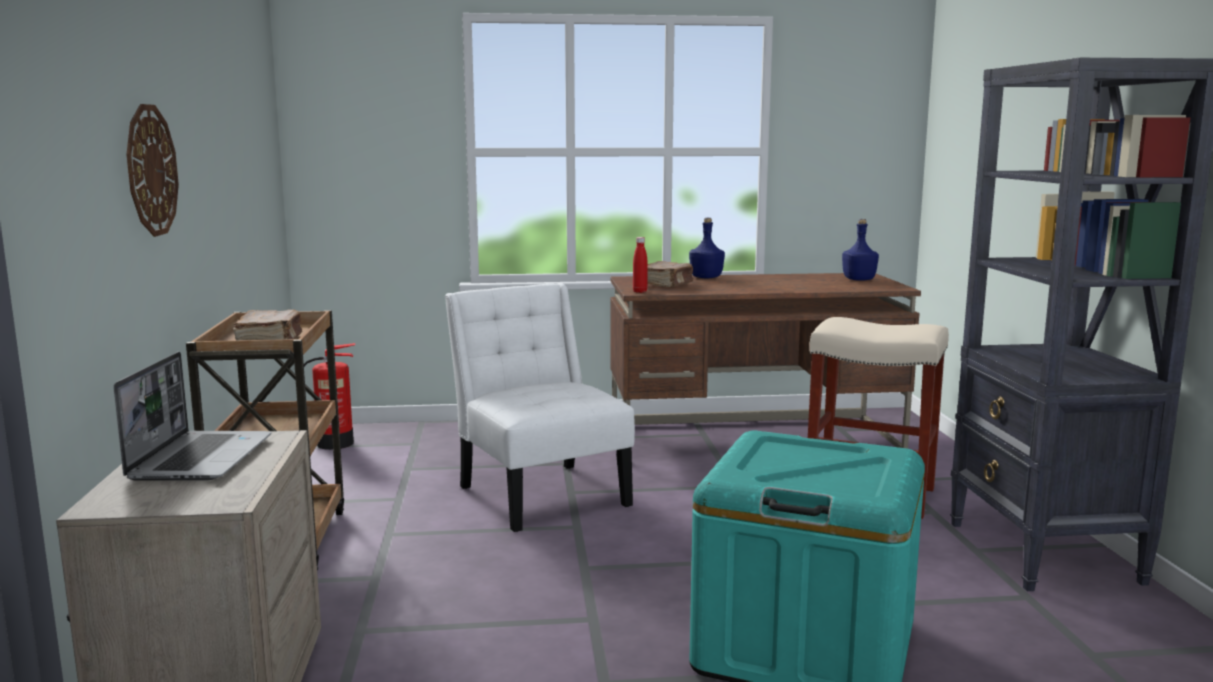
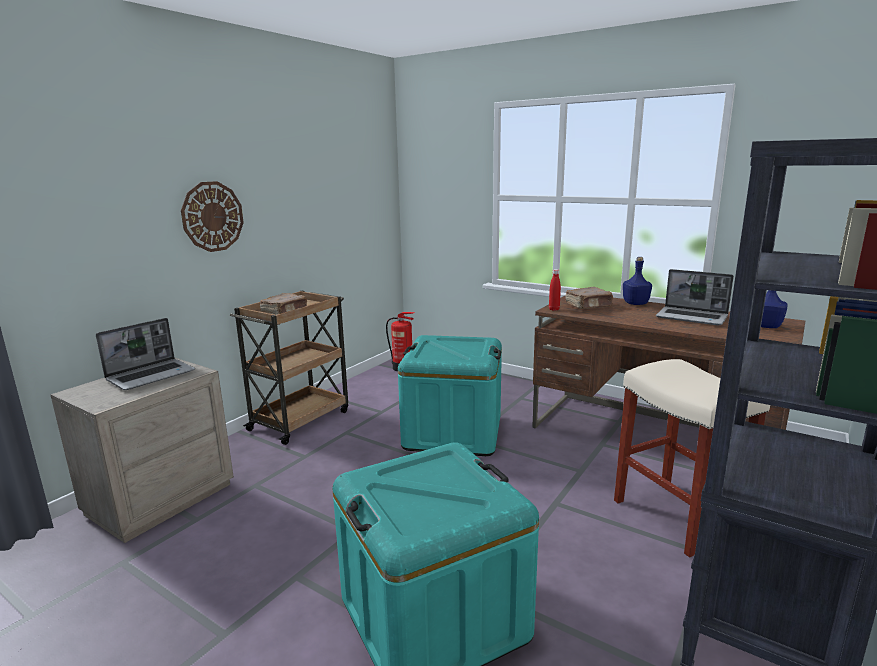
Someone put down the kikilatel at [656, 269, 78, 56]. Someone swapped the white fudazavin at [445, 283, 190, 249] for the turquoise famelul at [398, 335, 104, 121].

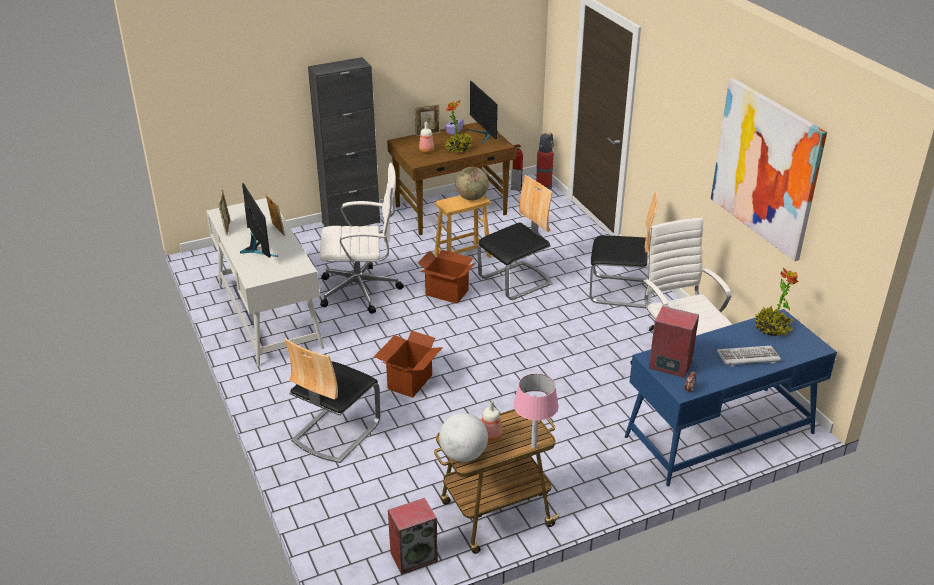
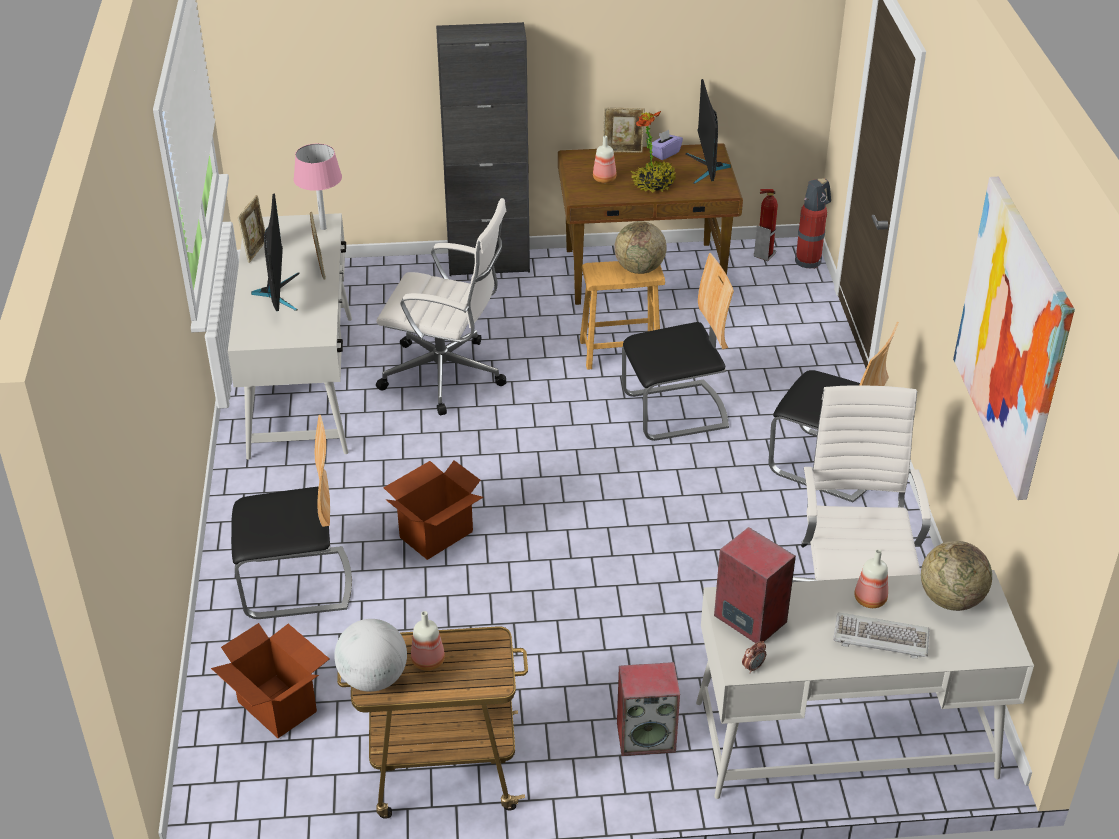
Someone put down the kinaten at [854, 549, 34, 59]. Someone carried the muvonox from [388, 498, 50, 77] to [617, 662, 63, 94]. Someone carried the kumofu from [418, 250, 57, 54] to [211, 623, 118, 115]. Someone carried the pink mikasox from [513, 374, 46, 74] to [293, 144, 49, 86]. Someone swapped the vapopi at [755, 268, 44, 68] for the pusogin at [921, 541, 71, 70]. Someone repainted the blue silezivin at [625, 309, 212, 177], which became the white silezivin at [696, 570, 338, 229]. Someone rotated the fudazavin at [285, 338, 95, 125] by 150 degrees counterclockwise.

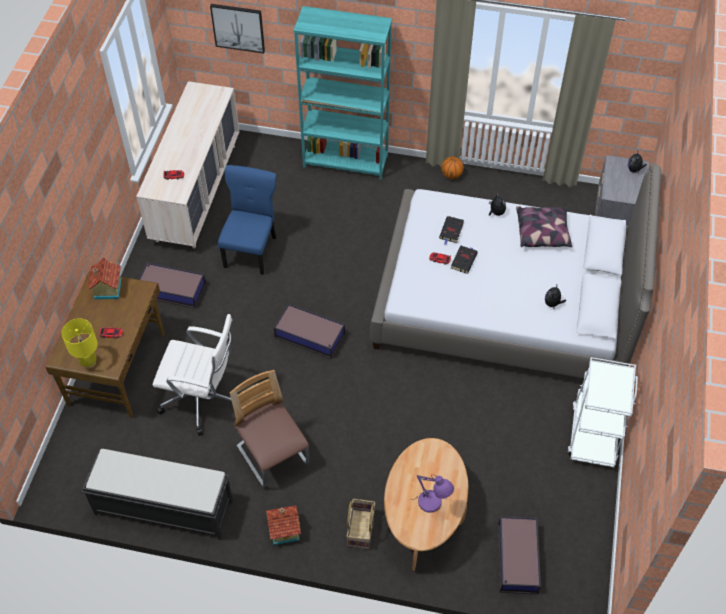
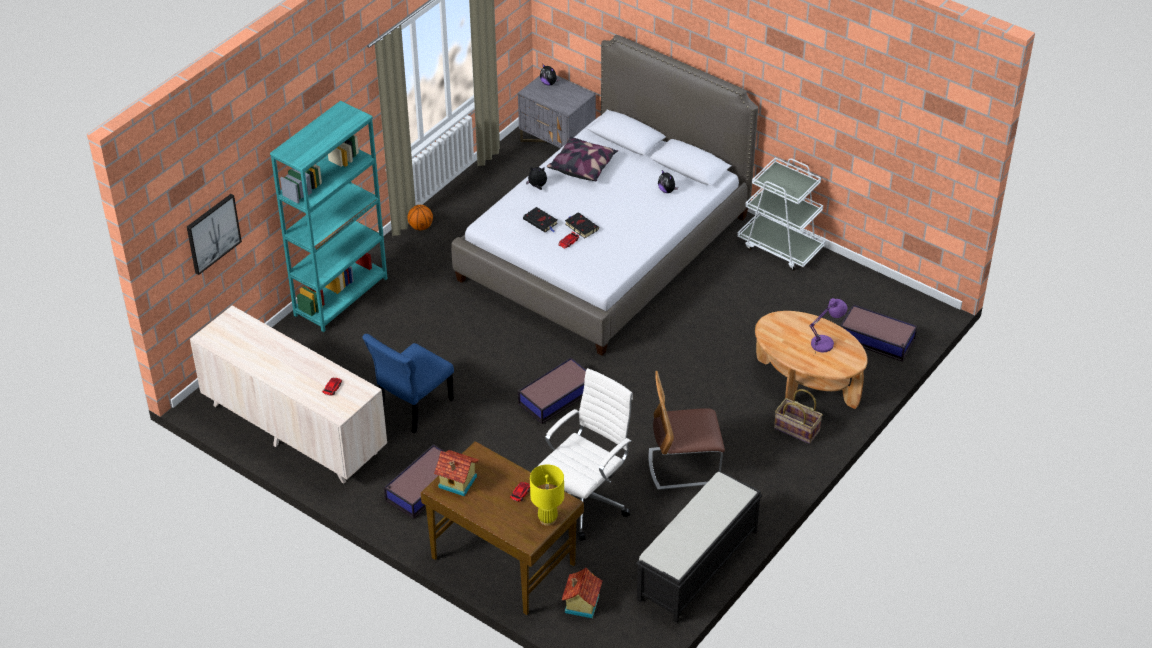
Someone carried the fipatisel from [266, 505, 35, 40] to [562, 568, 41, 50]. Someone rotated the blue fudazavin at [218, 165, 58, 110] by 90 degrees counterclockwise.

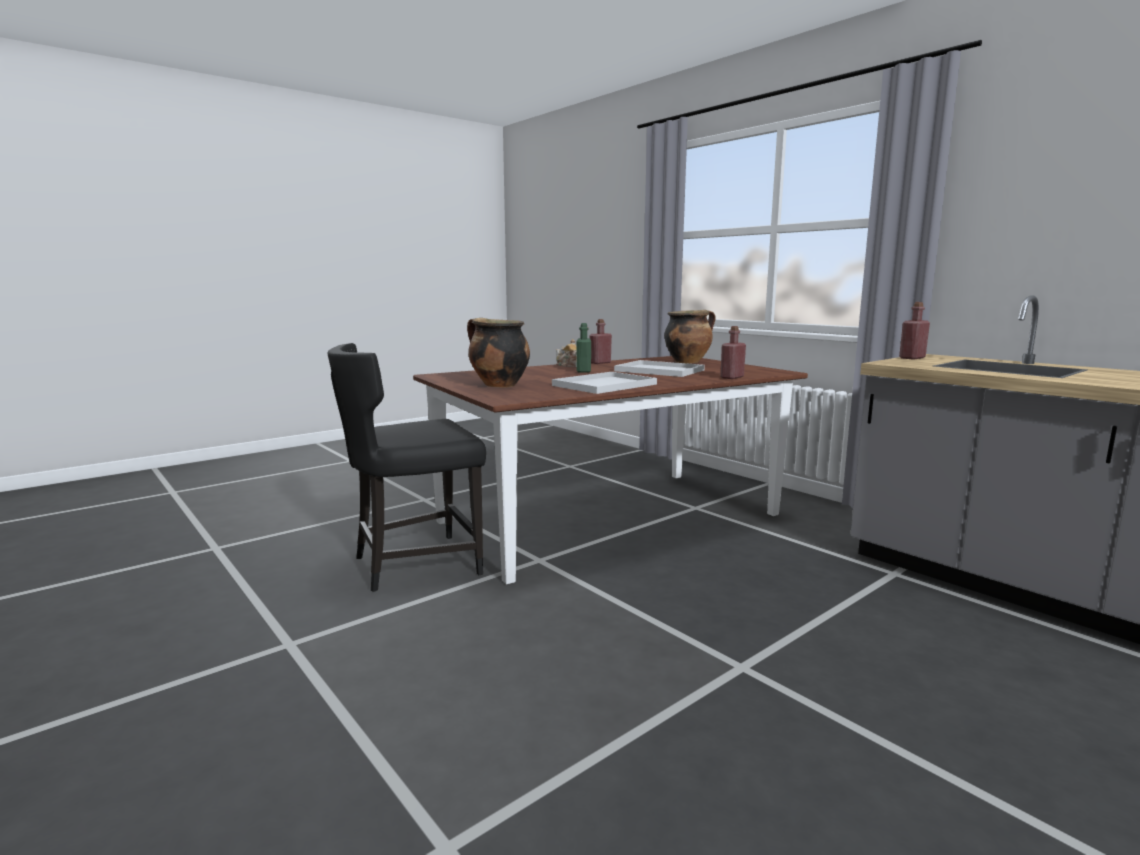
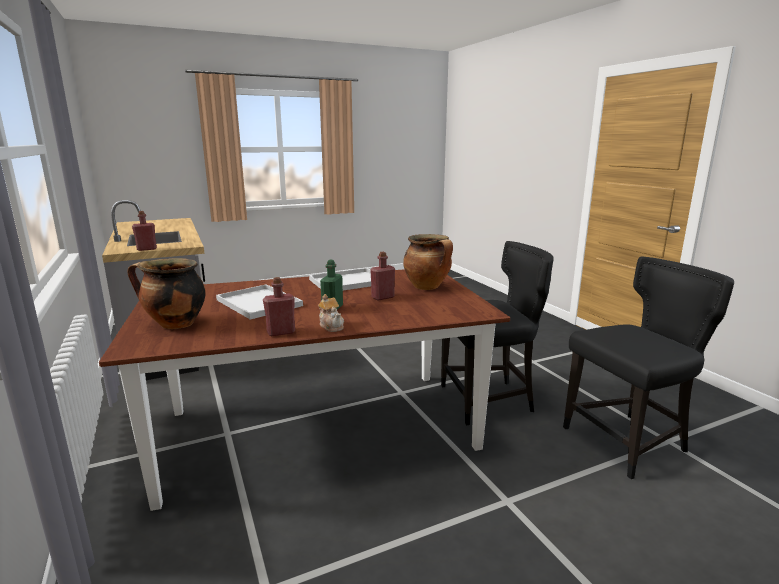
Someone put down the black fudazavin at [563, 256, 171, 223]. Someone carried the red kinaten from [720, 326, 26, 53] to [370, 252, 25, 48].

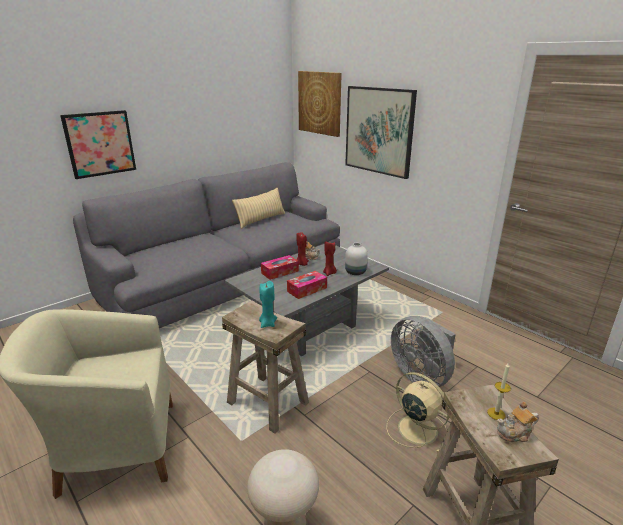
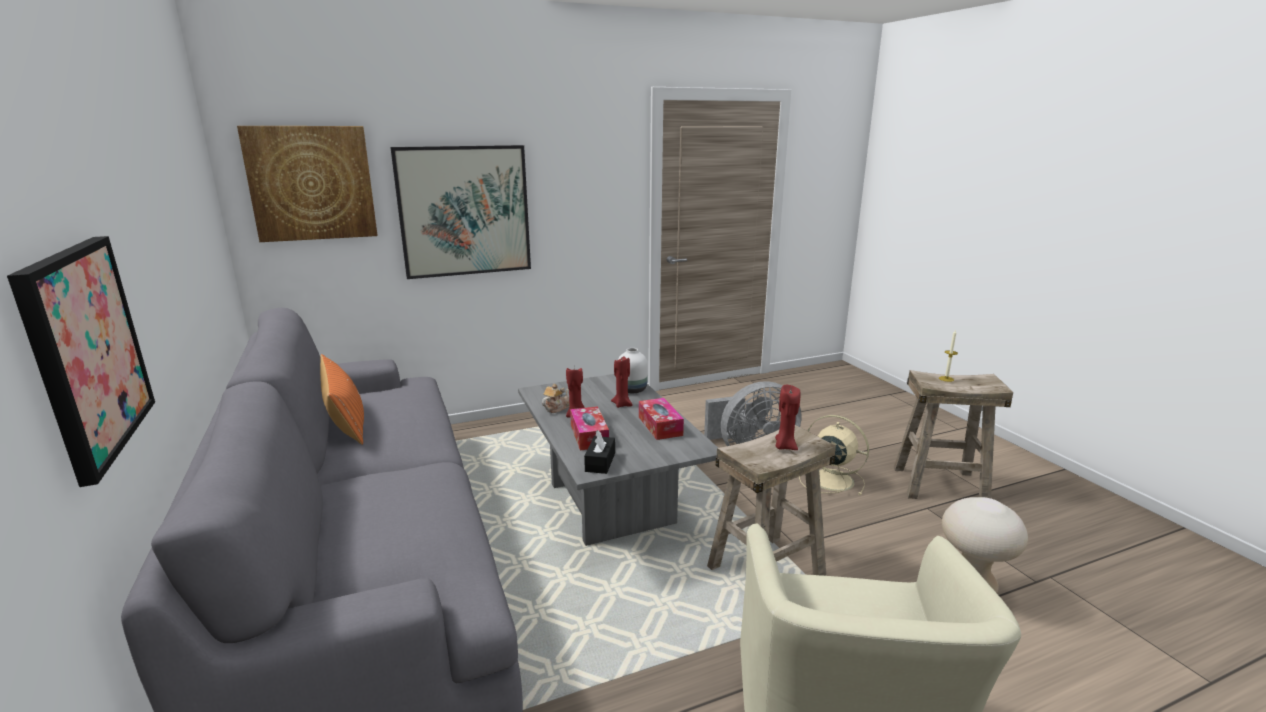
Someone took away the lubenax at [497, 402, 42, 40]. Someone put down the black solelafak at [584, 430, 31, 44]. Someone repainted the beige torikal at [232, 188, 53, 41], which became the orange torikal at [320, 354, 44, 91]. Someone repainted the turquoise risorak at [259, 281, 18, 47], which became the red risorak at [775, 385, 26, 65]. Someone rotated the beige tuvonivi at [386, 372, 63, 81] by 60 degrees clockwise.

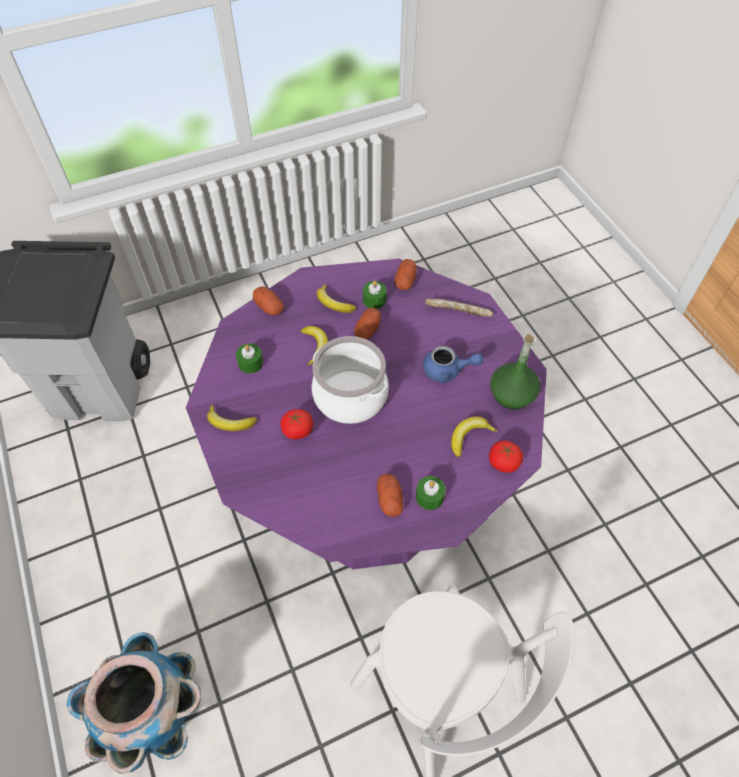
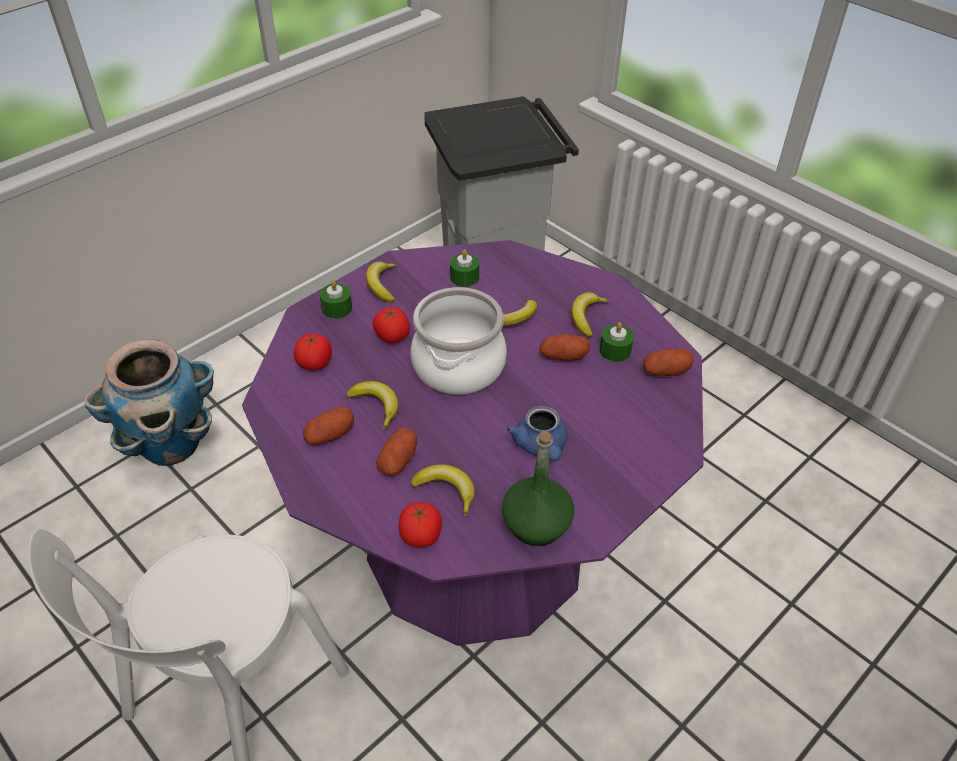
Someone took away the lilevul at [425, 299, 68, 18]. Someone put down the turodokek at [294, 334, 38, 37]. Someone put down the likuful at [346, 381, 53, 49]. Someone carried the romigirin from [253, 286, 31, 30] to [376, 427, 41, 49]. Someone carried the green risorak from [416, 476, 30, 34] to [320, 280, 32, 39].

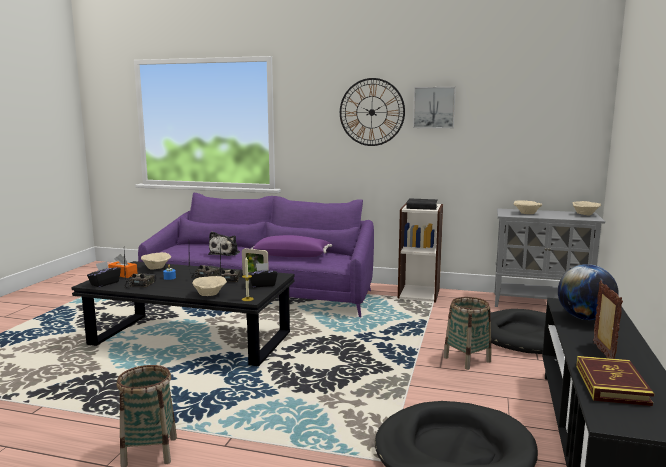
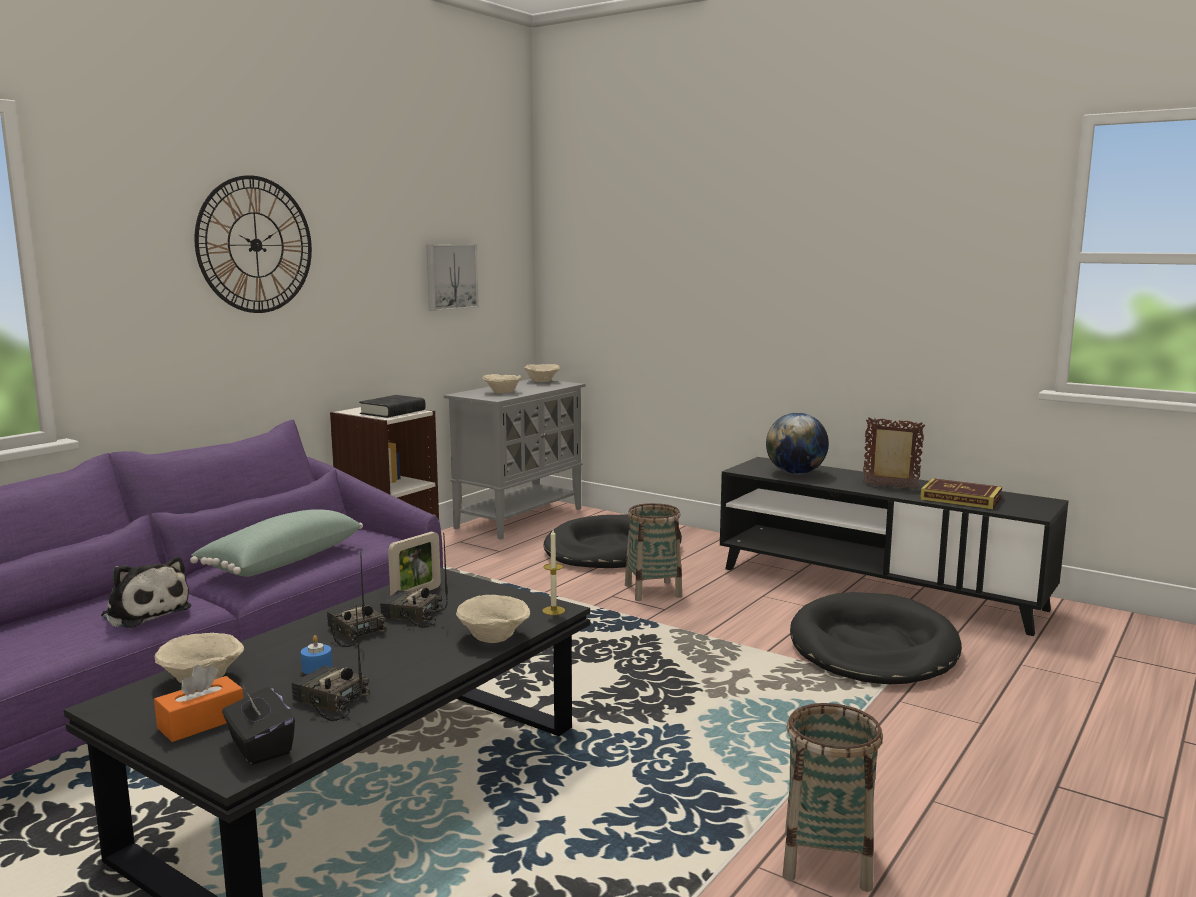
Someone took away the black solelafak at [248, 263, 30, 25]. Someone carried the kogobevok from [413, 87, 43, 41] to [426, 244, 53, 67]. Someone repainted the purple torikal at [251, 235, 81, 22], which became the green torikal at [190, 509, 173, 68].

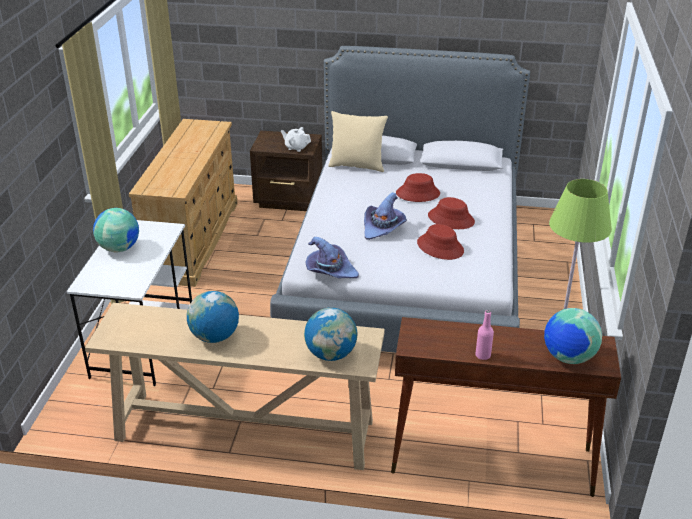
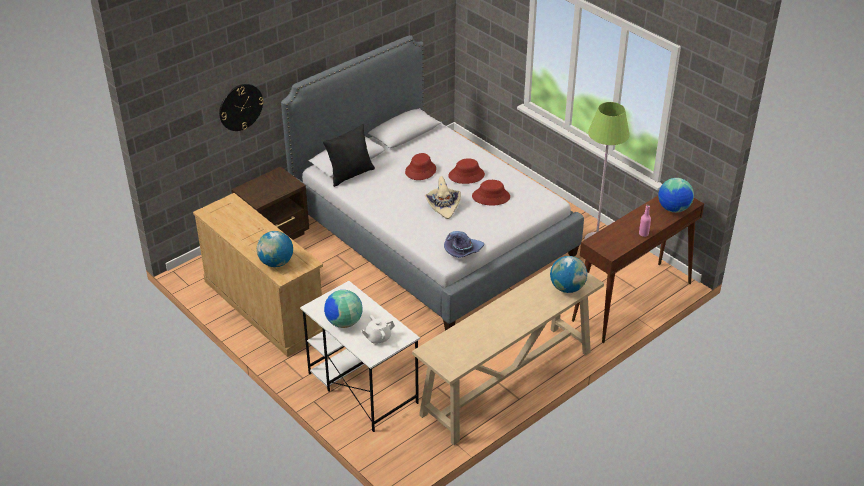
Someone put up the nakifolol at [219, 84, 45, 47]. Someone carried the pusogin from [187, 291, 52, 52] to [257, 231, 36, 36]. Someone carried the white lubenax from [281, 127, 30, 25] to [361, 315, 34, 30]. Someone repainted the beige torikal at [328, 111, 60, 61], which became the black torikal at [323, 124, 52, 63]. Someone repainted the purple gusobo at [364, 192, 43, 48], which became the beige gusobo at [425, 176, 36, 43].

